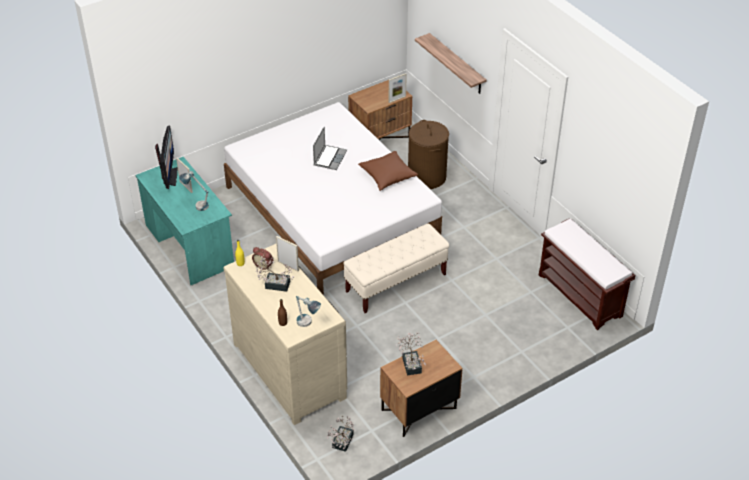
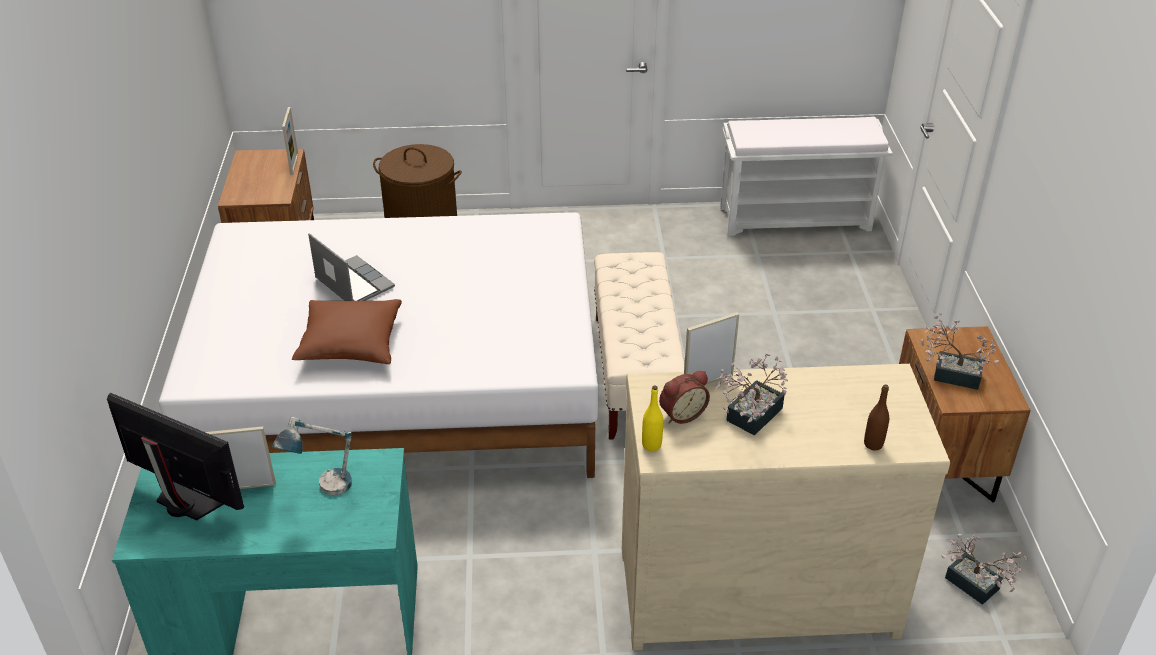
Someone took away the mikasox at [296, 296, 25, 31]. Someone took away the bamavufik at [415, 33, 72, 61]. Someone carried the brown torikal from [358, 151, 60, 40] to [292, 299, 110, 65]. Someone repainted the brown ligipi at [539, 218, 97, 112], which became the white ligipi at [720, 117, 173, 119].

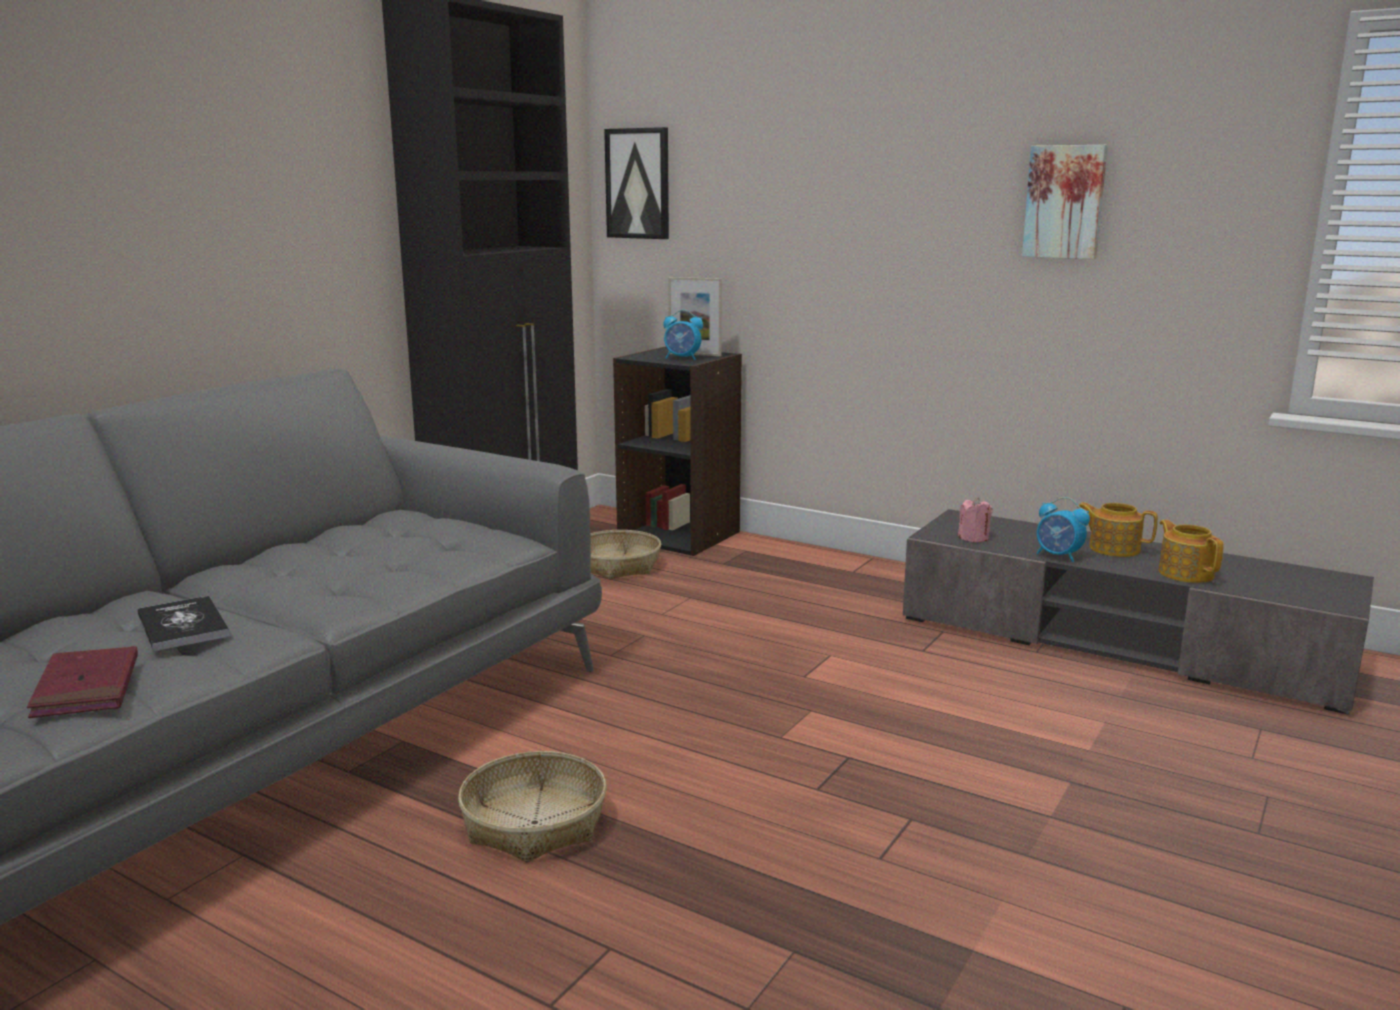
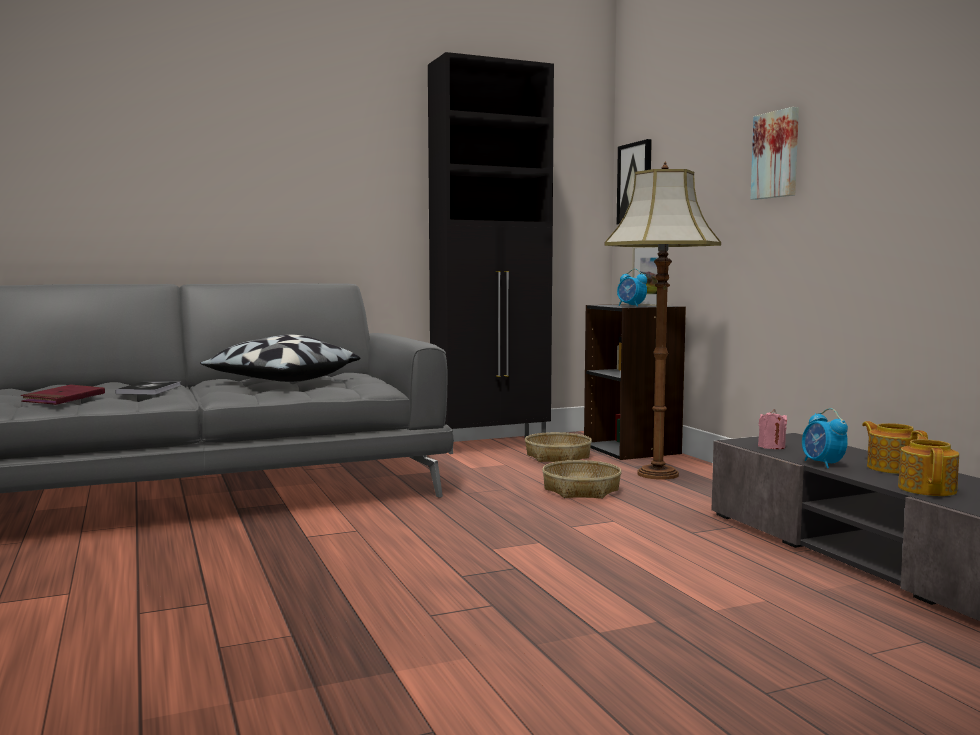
Someone put down the torikal at [200, 335, 160, 47]. Someone put down the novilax at [604, 162, 117, 318]. Someone carried the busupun from [458, 751, 149, 112] to [542, 460, 80, 39]. Someone carried the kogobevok from [1022, 145, 86, 114] to [751, 107, 48, 93].

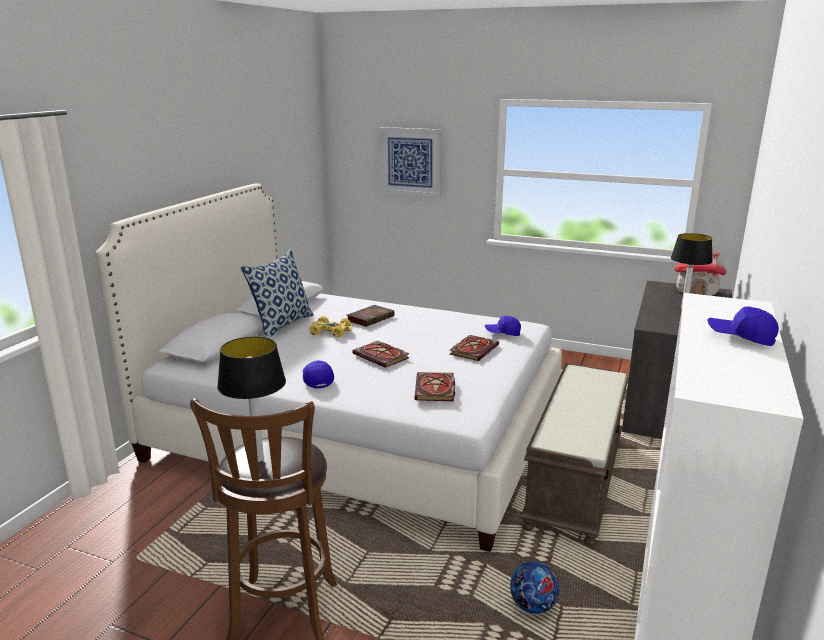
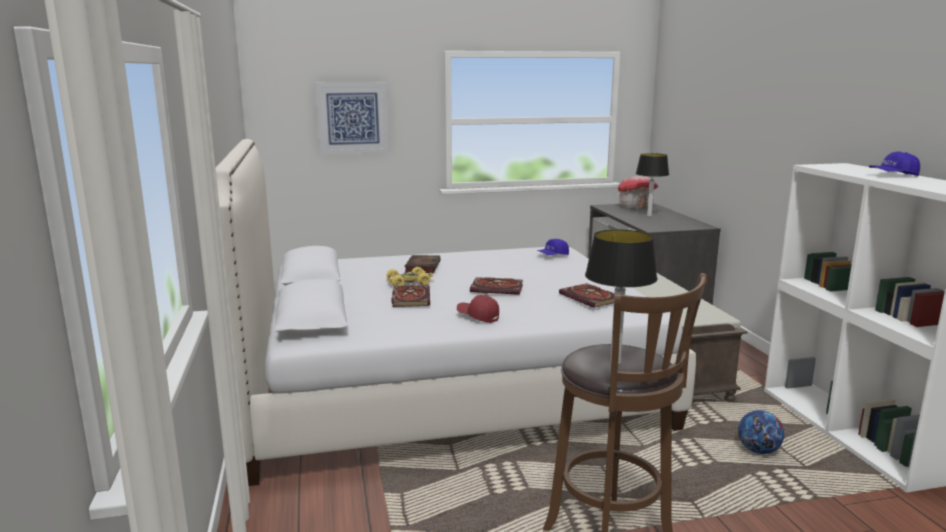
Someone took away the torikal at [240, 249, 74, 89]. Someone carried the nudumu from [450, 335, 49, 26] to [391, 285, 39, 22]. Someone repainted the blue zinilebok at [302, 360, 32, 29], which became the red zinilebok at [457, 295, 42, 28].

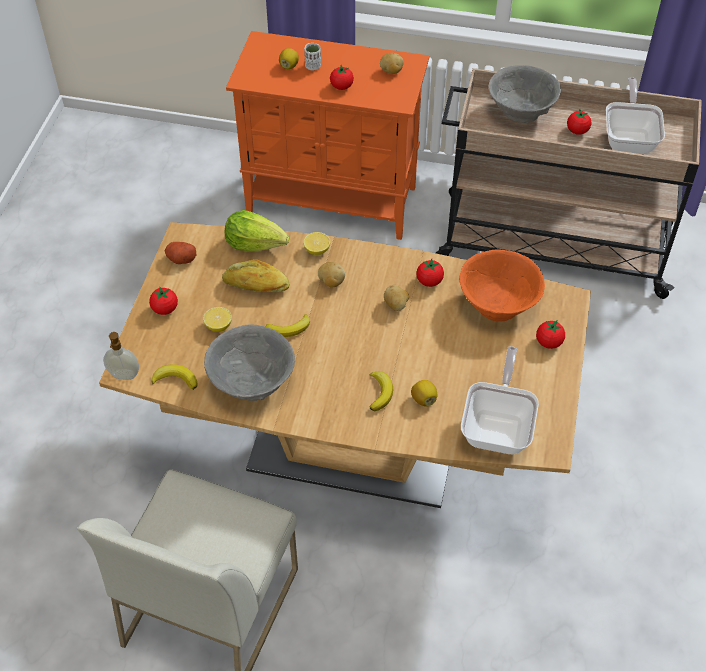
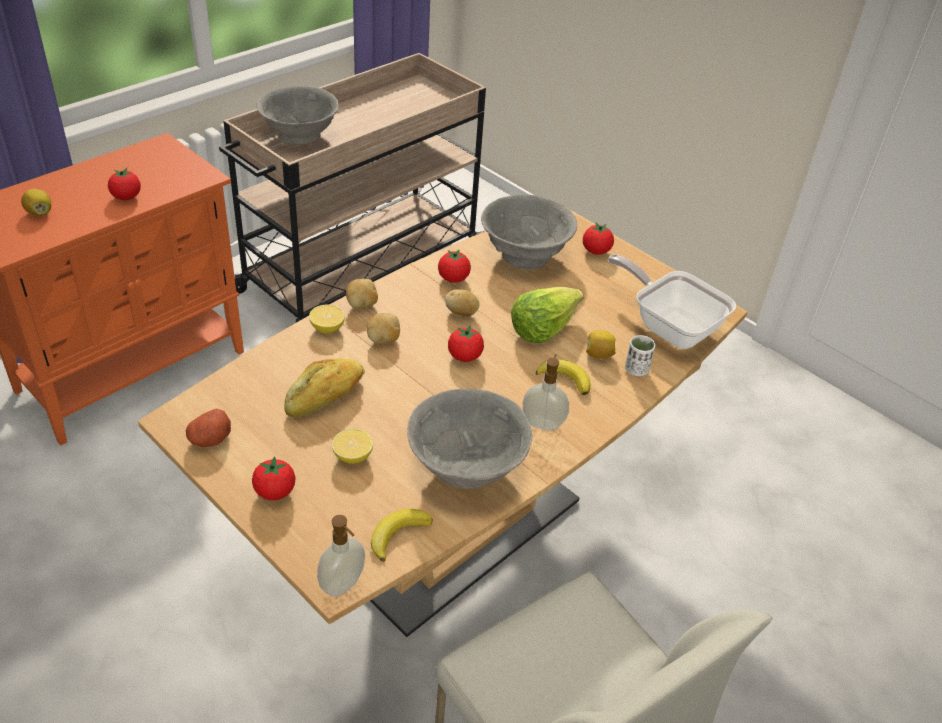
Someone took away the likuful at [265, 314, 45, 23]. Someone took away the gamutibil at [606, 77, 59, 77]. Someone put down the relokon at [523, 354, 46, 76]. Someone carried the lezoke from [225, 210, 65, 41] to [511, 287, 73, 56]. Someone carried the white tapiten from [304, 43, 17, 27] to [625, 335, 30, 41]. Someone carried the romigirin from [380, 53, 24, 21] to [346, 278, 32, 31]. Someone carried the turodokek from [567, 110, 24, 25] to [448, 325, 36, 37]. Someone repainted the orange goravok at [459, 250, 86, 72], which became the grey goravok at [481, 194, 96, 75].

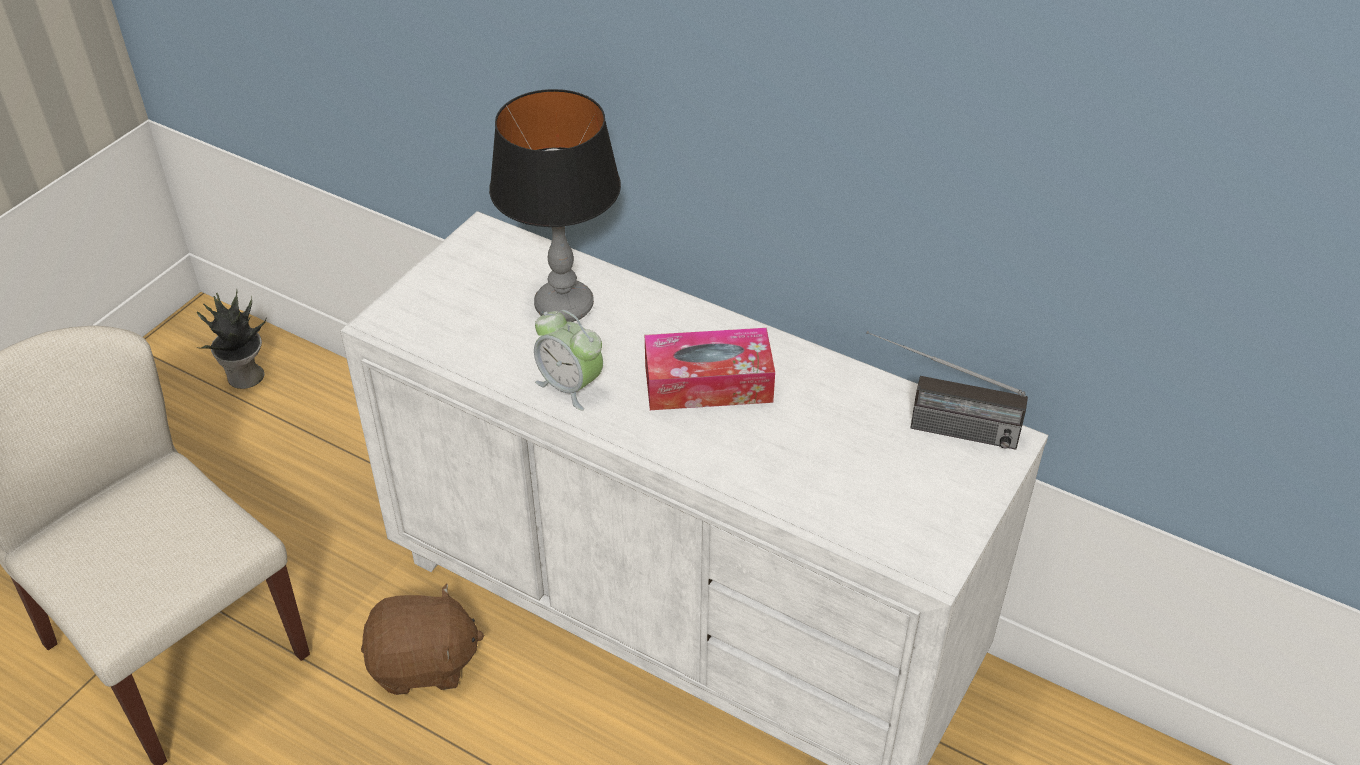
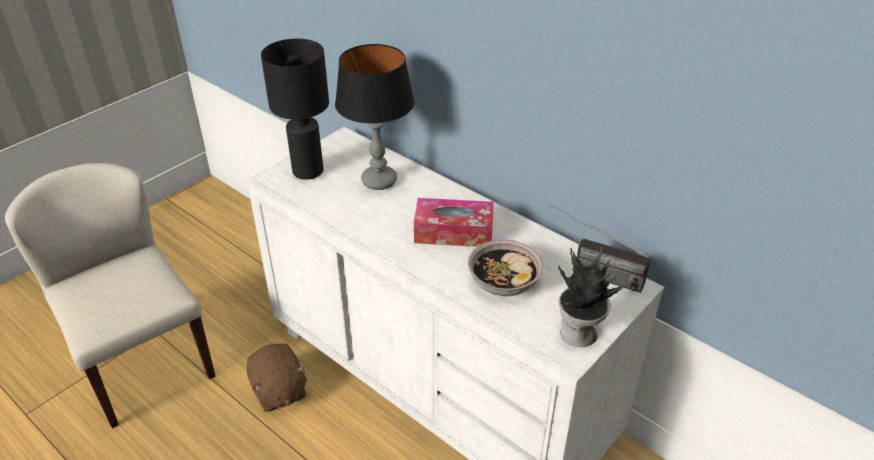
Someone took away the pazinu at [534, 310, 69, 100]. Someone put down the black mikasox at [261, 38, 68, 142]. Someone put down the goravok at [468, 240, 75, 56]. Someone carried the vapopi from [197, 288, 69, 101] to [558, 246, 73, 101]. Someone rotated the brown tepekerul at [361, 583, 124, 112] by 60 degrees clockwise.

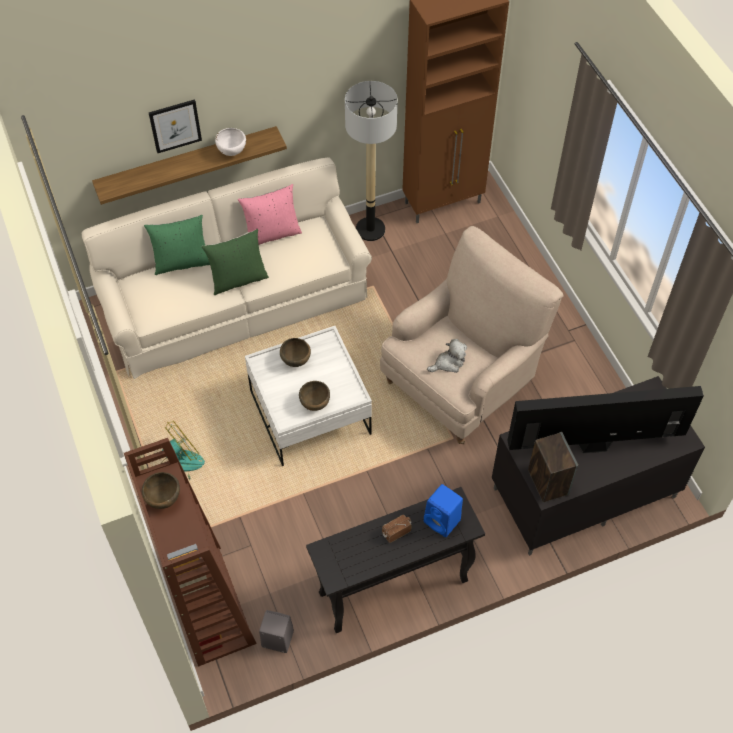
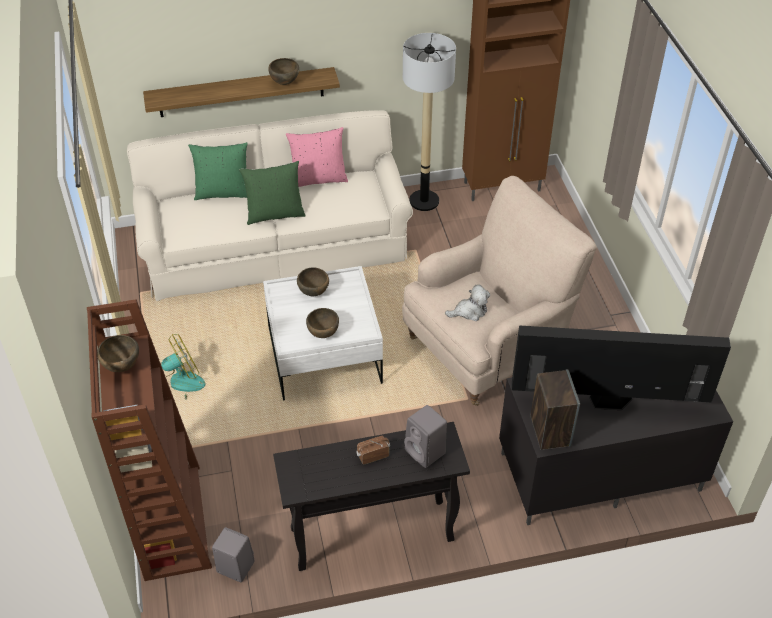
Someone took away the kogobevok at [149, 99, 53, 54]. Someone repainted the white goravok at [215, 128, 31, 28], which became the brown goravok at [268, 58, 31, 27]. Someone repainted the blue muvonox at [424, 484, 39, 53], which became the grey muvonox at [404, 405, 43, 63].

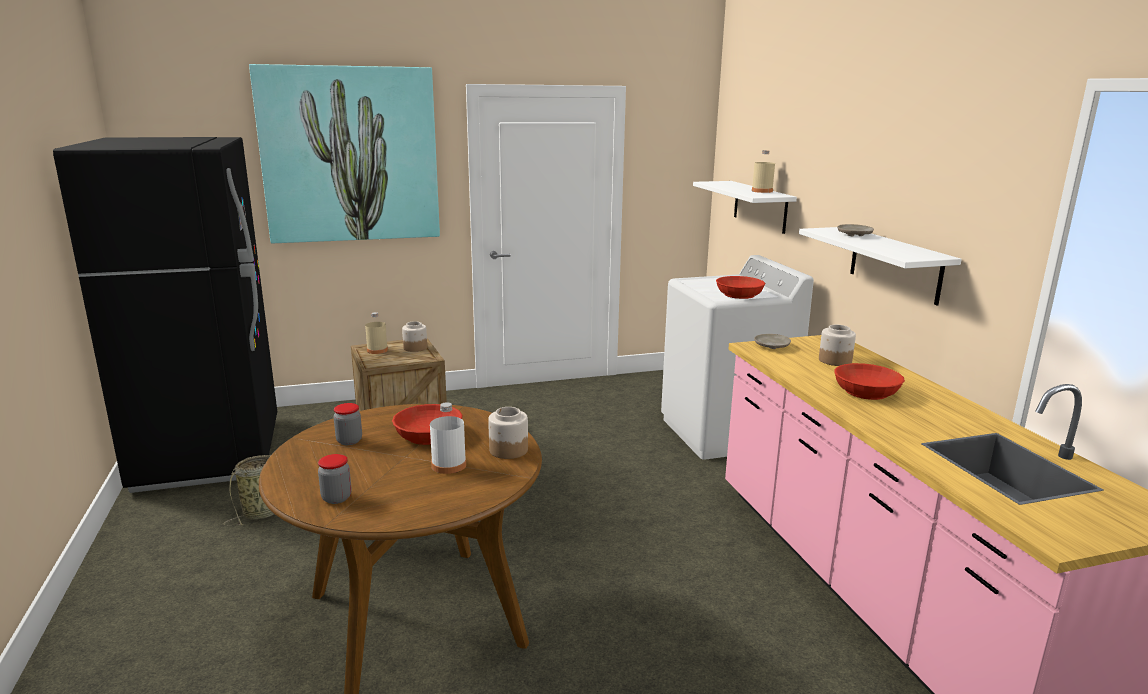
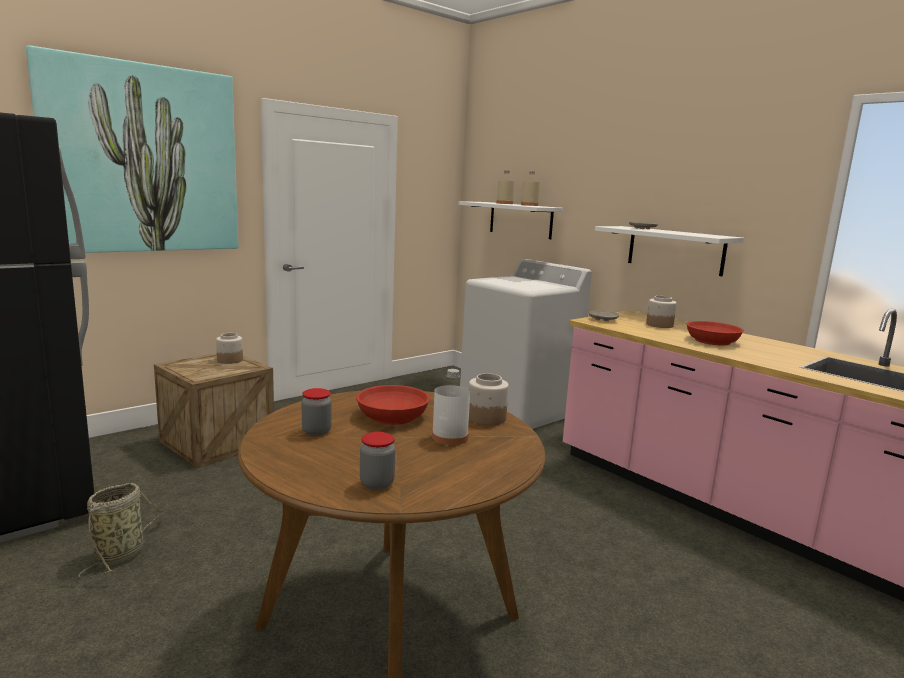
Someone took away the red goravok at [716, 276, 49, 23]. Someone carried the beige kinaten from [365, 312, 23, 42] to [497, 171, 17, 33].

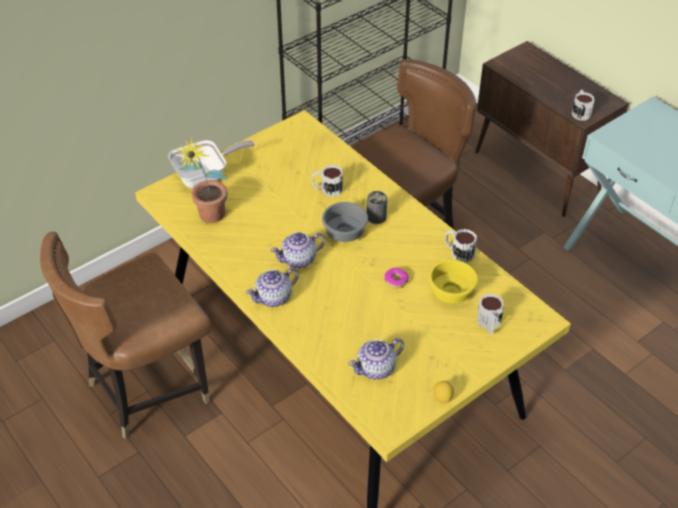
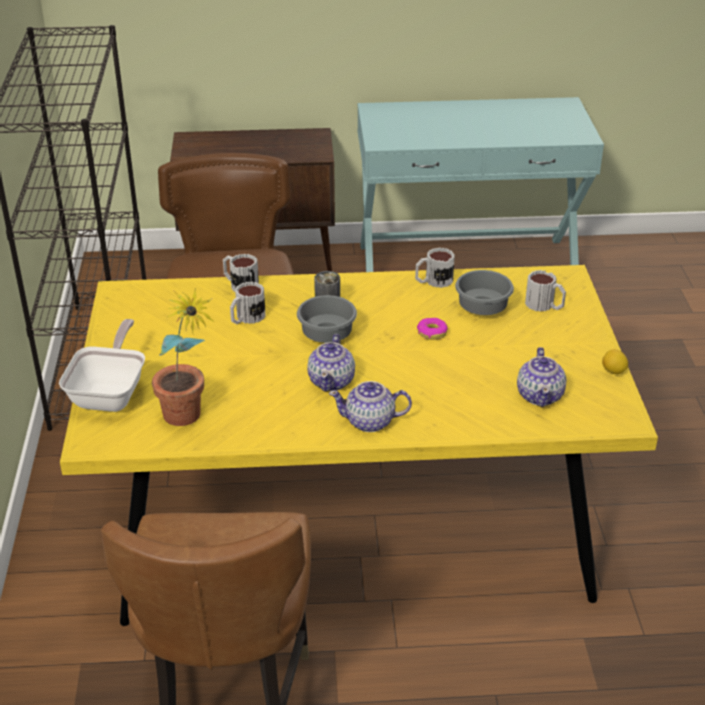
Someone carried the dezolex from [572, 90, 23, 30] to [223, 254, 36, 38]. Someone repainted the yellow goravok at [429, 260, 49, 43], which became the grey goravok at [455, 270, 59, 45]. Someone rotated the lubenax at [246, 267, 53, 40] by 90 degrees clockwise.

